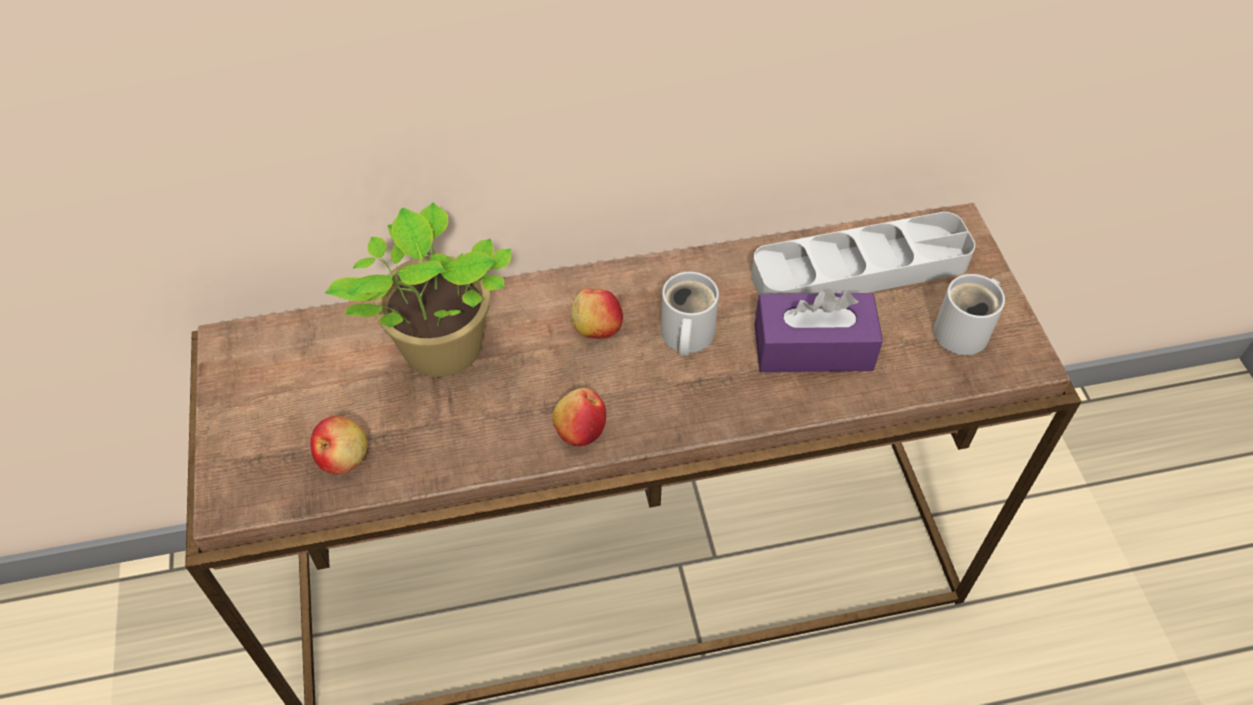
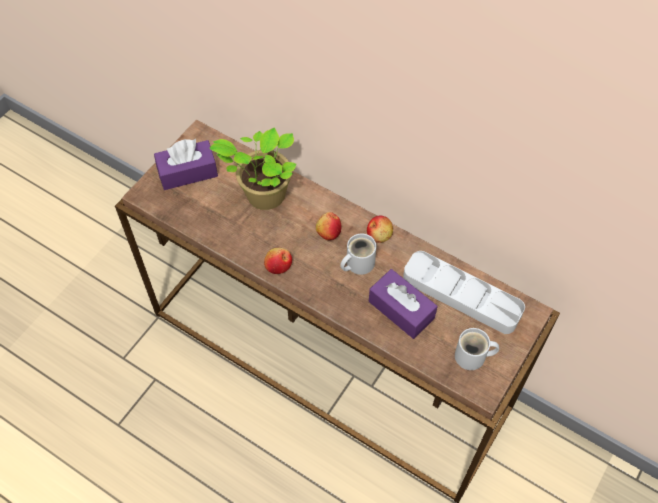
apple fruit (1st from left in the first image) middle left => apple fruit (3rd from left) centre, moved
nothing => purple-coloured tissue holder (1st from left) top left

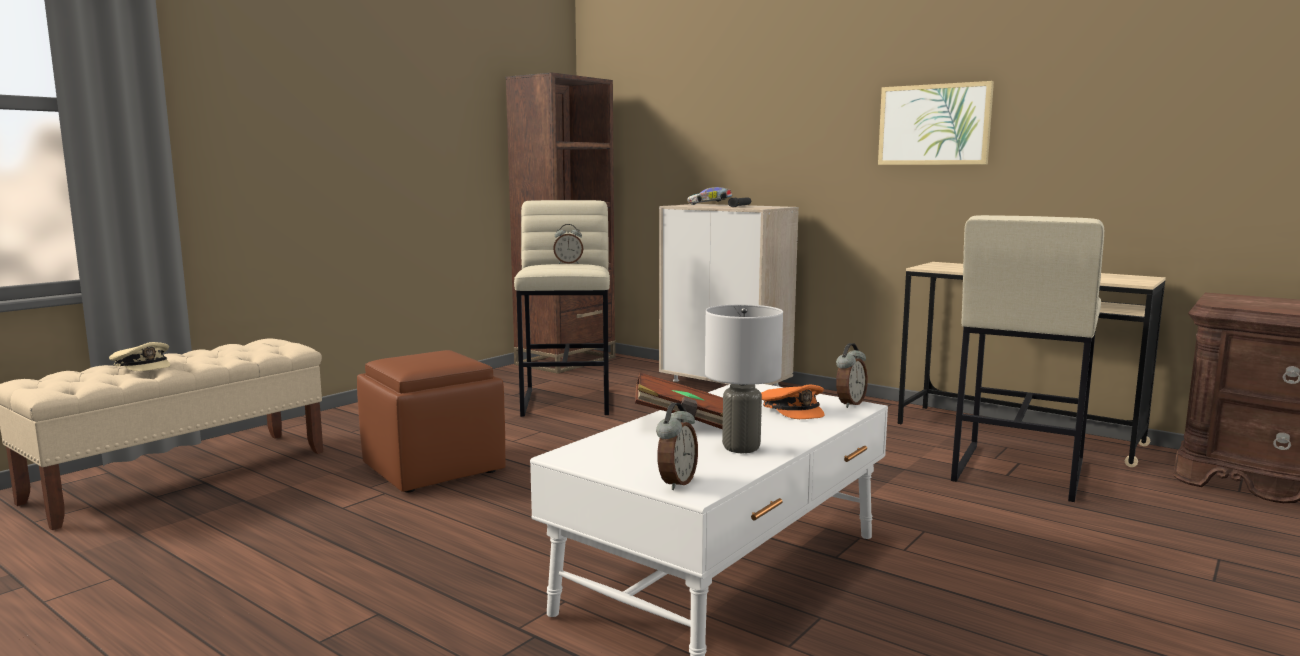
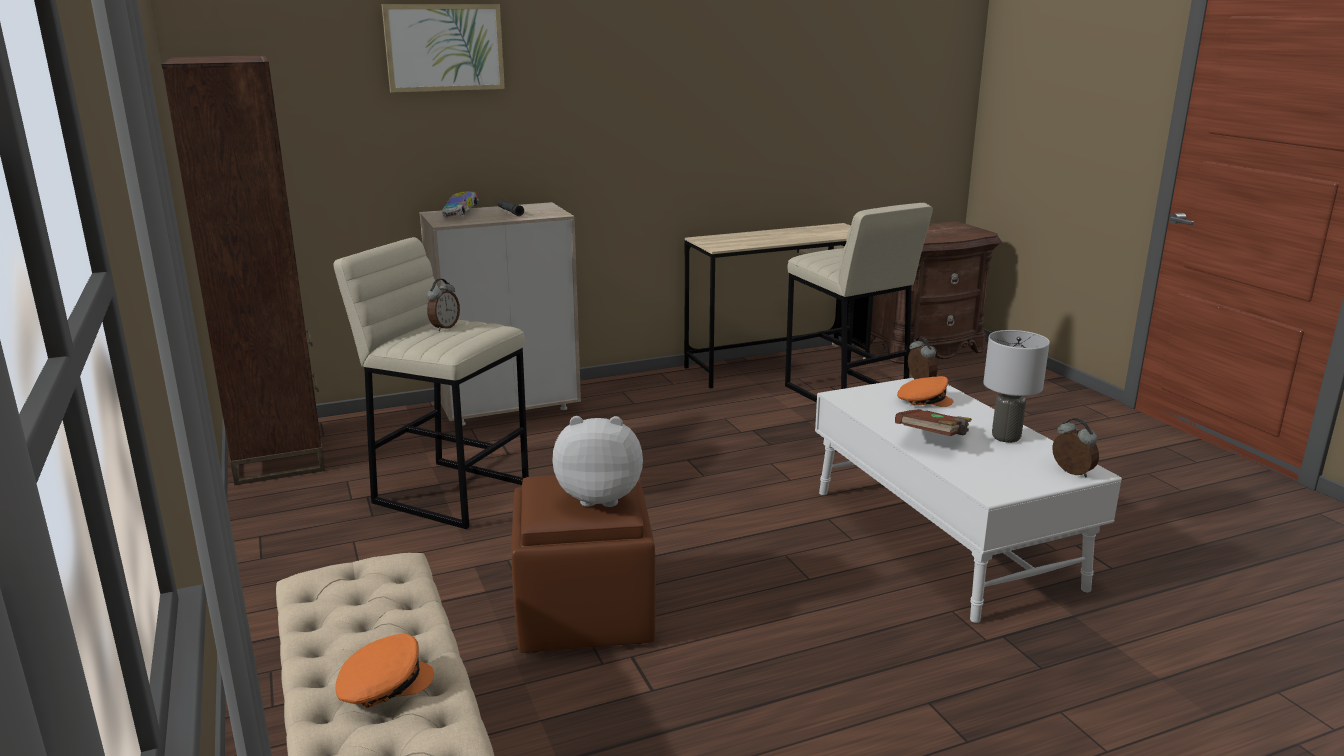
beige baseball cap middle left => orange-coloured baseball cap (1st from left) bottom left
picture top right => picture top left, moved
nothing => cuddly toy centre

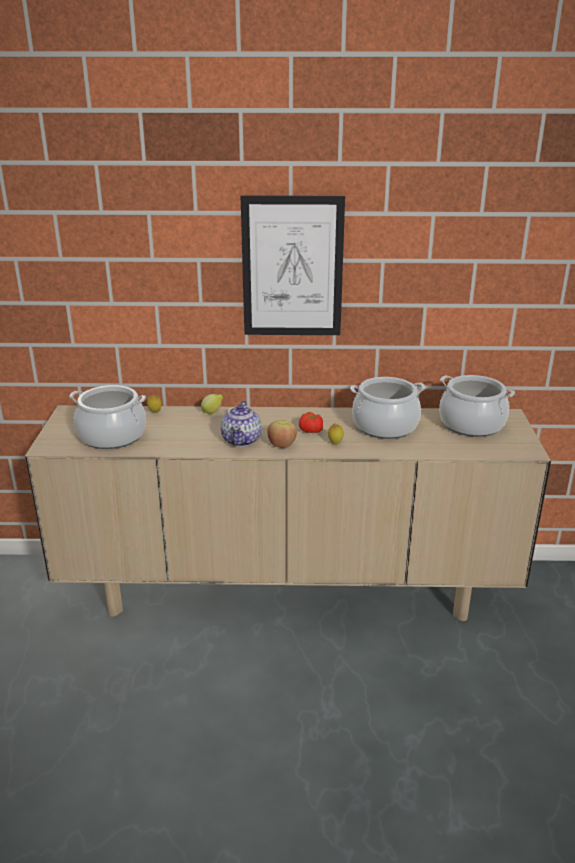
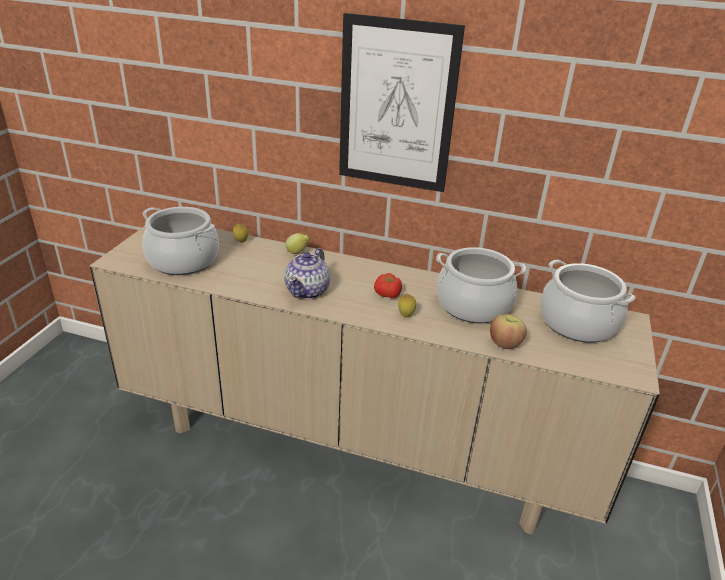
apple fruit centre => apple fruit middle right, moved

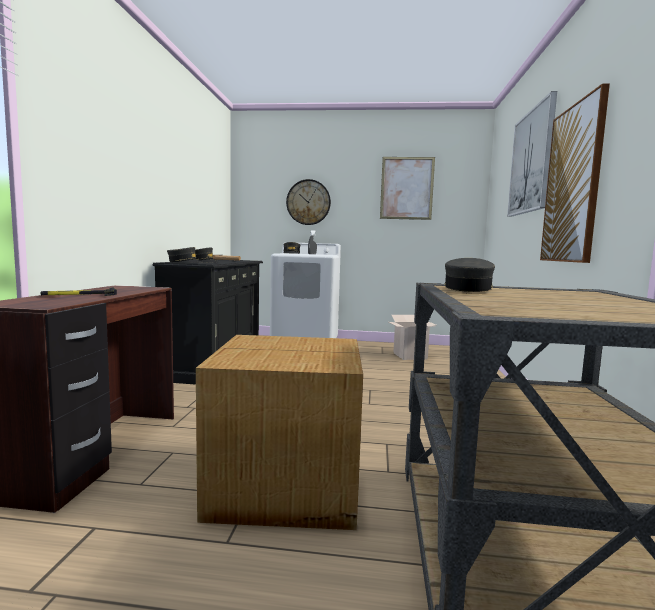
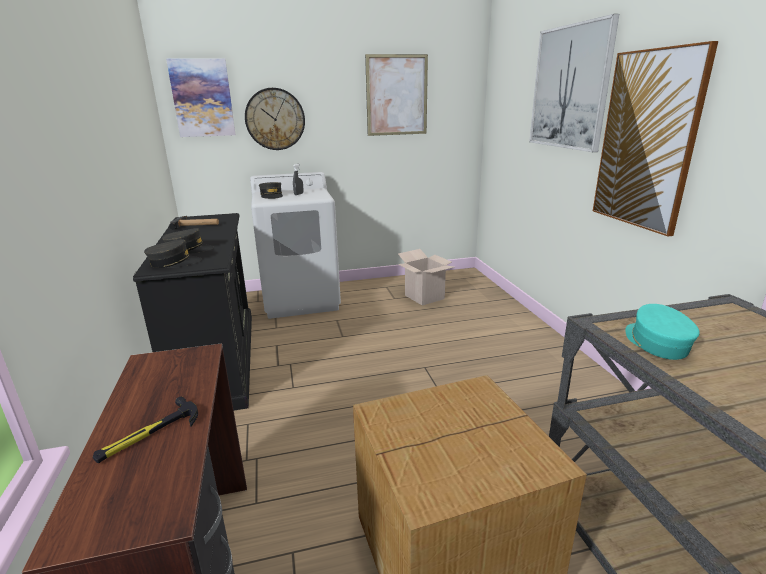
grey baseball cap (4th from left) middle right => turquoise-coloured baseball cap middle right
nothing => picture (1st from left) top left

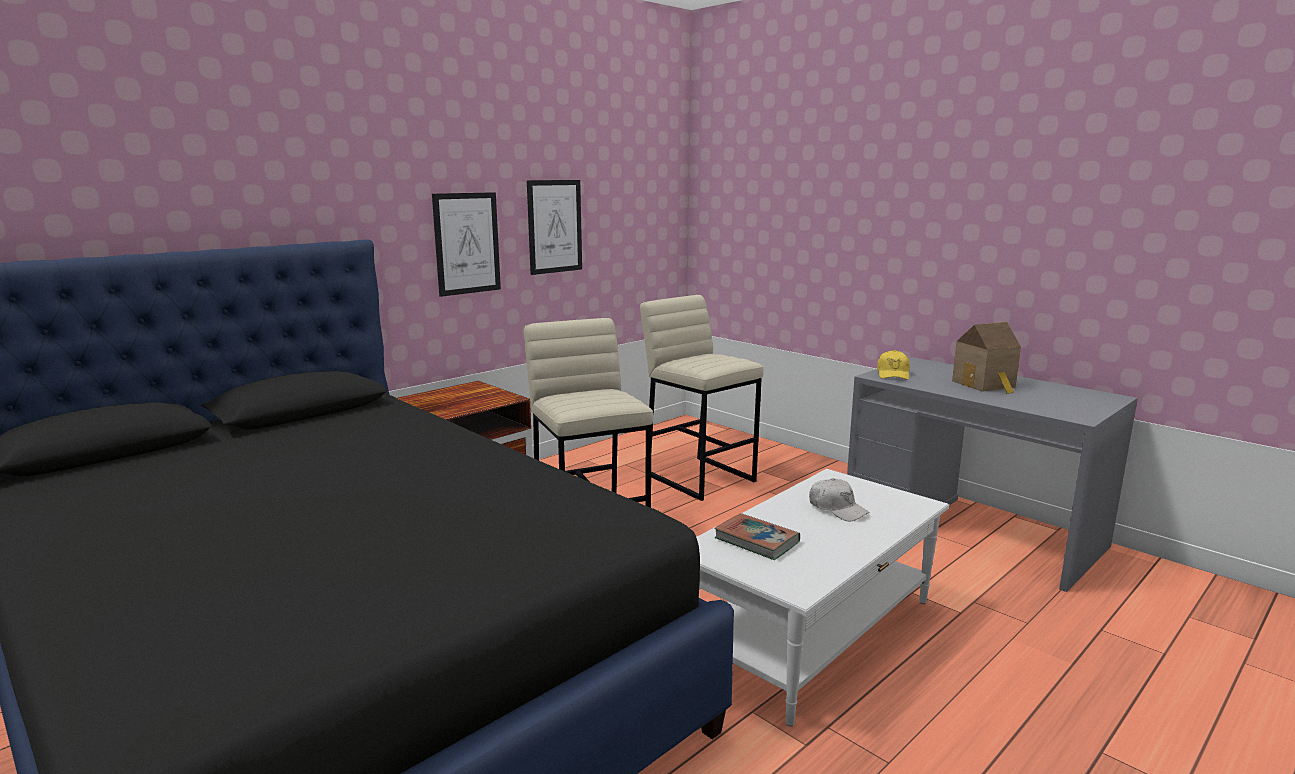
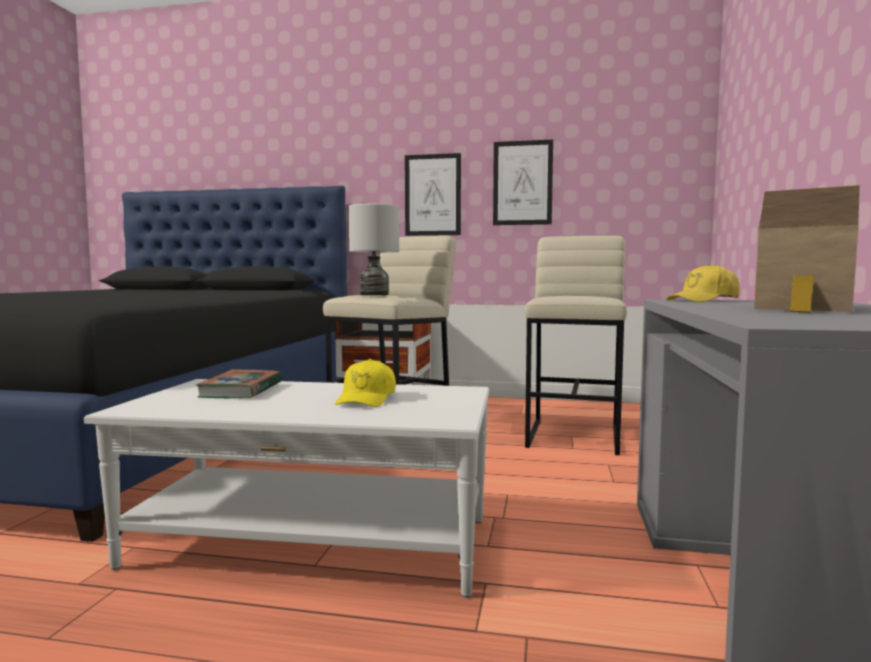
white-coloured baseball cap centre => yellow baseball cap (1st from left) centre
nothing => grey table lamp centre

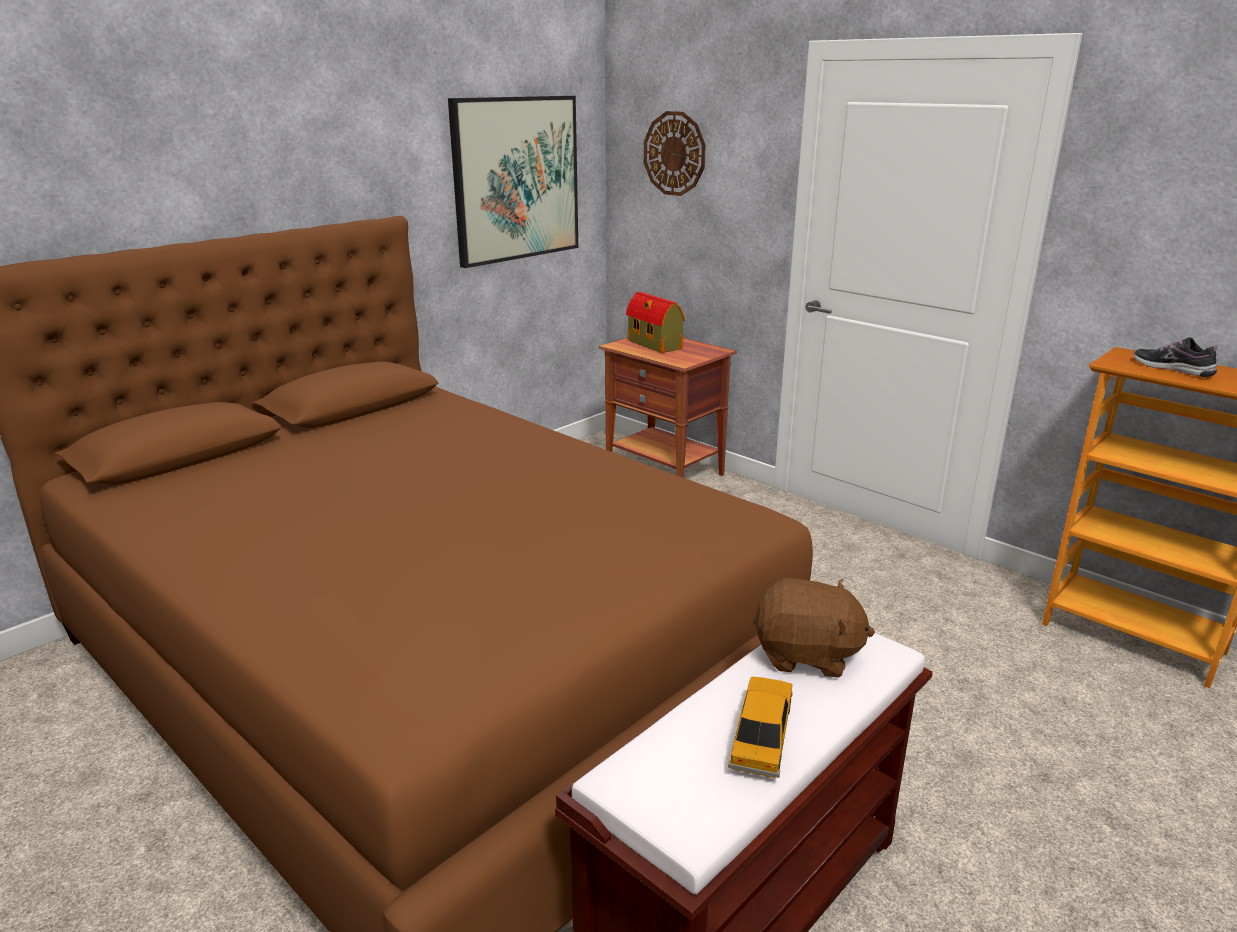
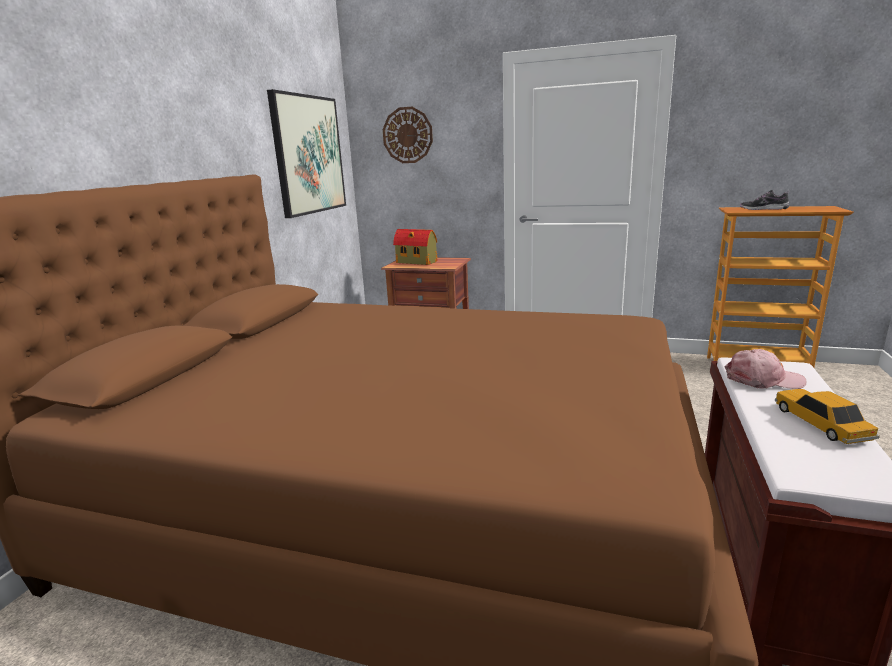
brown-coloured cuddly toy bottom centre => pinkish baseball cap middle right

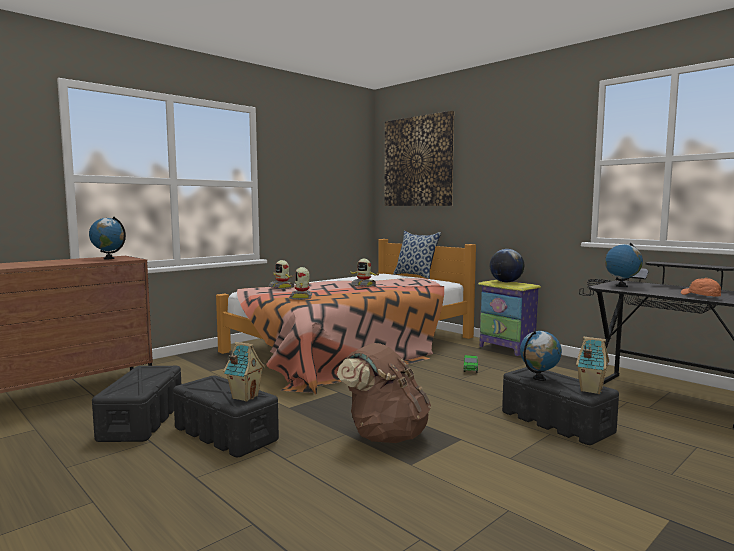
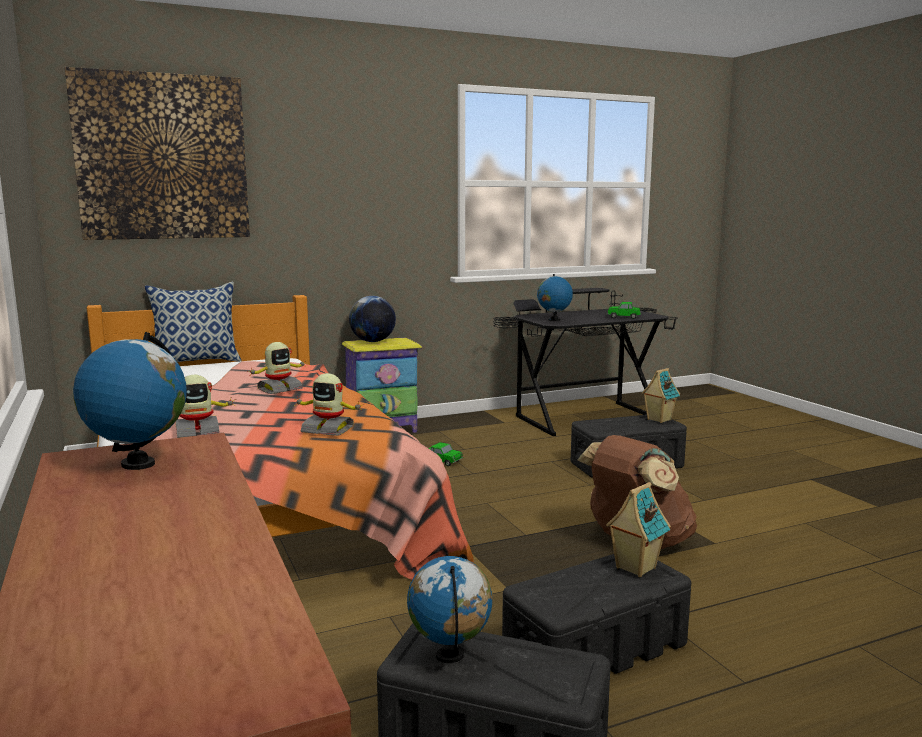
world globe (3rd from left) middle right => world globe (3rd from left) bottom centre, moved
orange-coloured baseball cap middle right => toy car (2nd from left) middle right

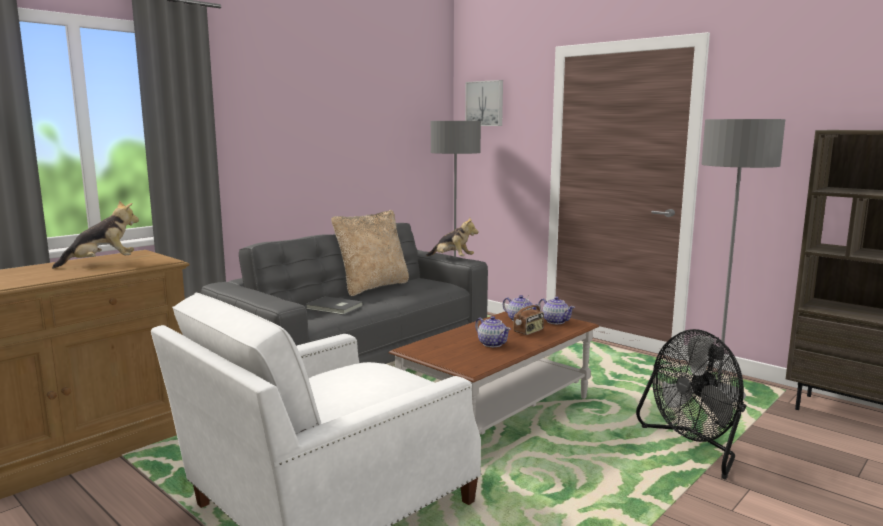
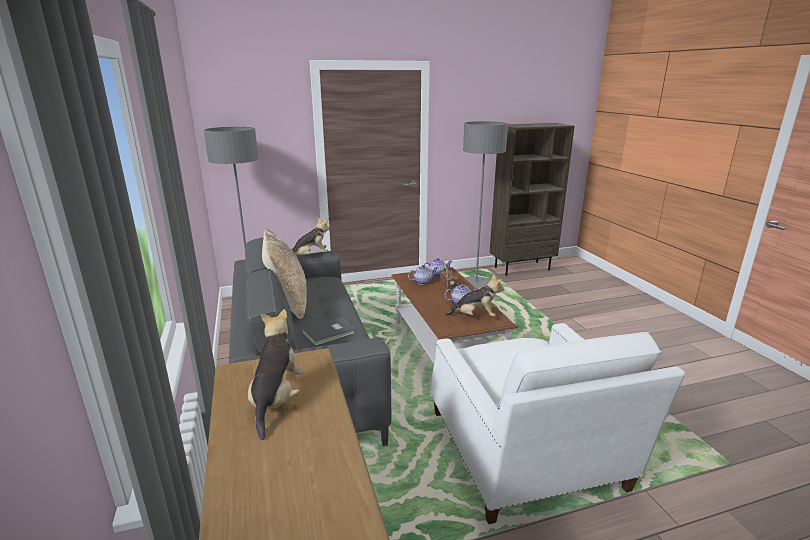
picture top centre => nothing
black-coloured electric fan bottom right => nothing
nothing => cuddly toy (3rd from left) centre

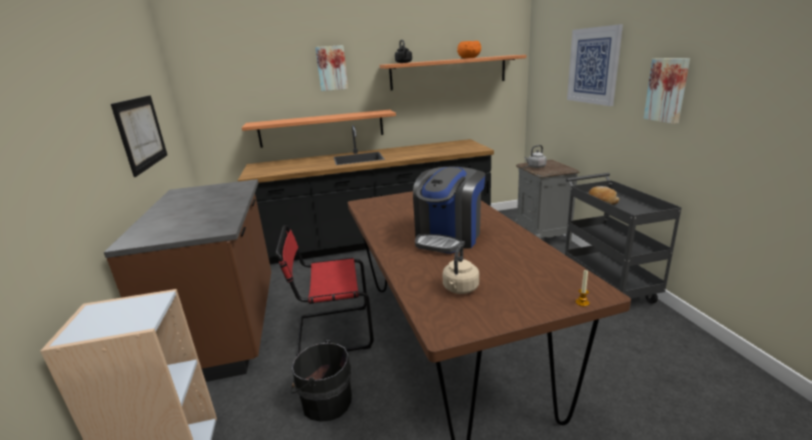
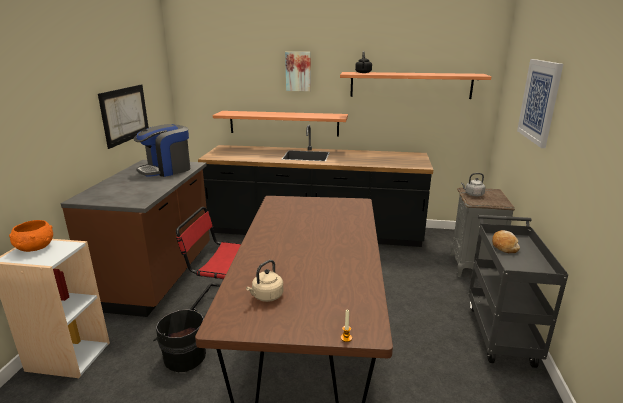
coffee machine centre => coffee machine middle left, moved
orange-coloured bowl top centre => orange-coloured bowl middle left, moved
picture (4th from left) top right => nothing

